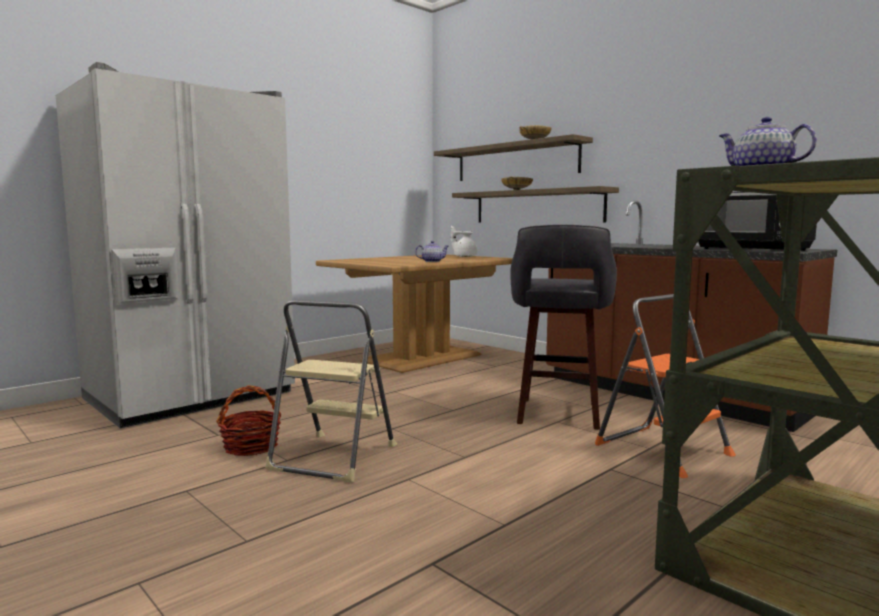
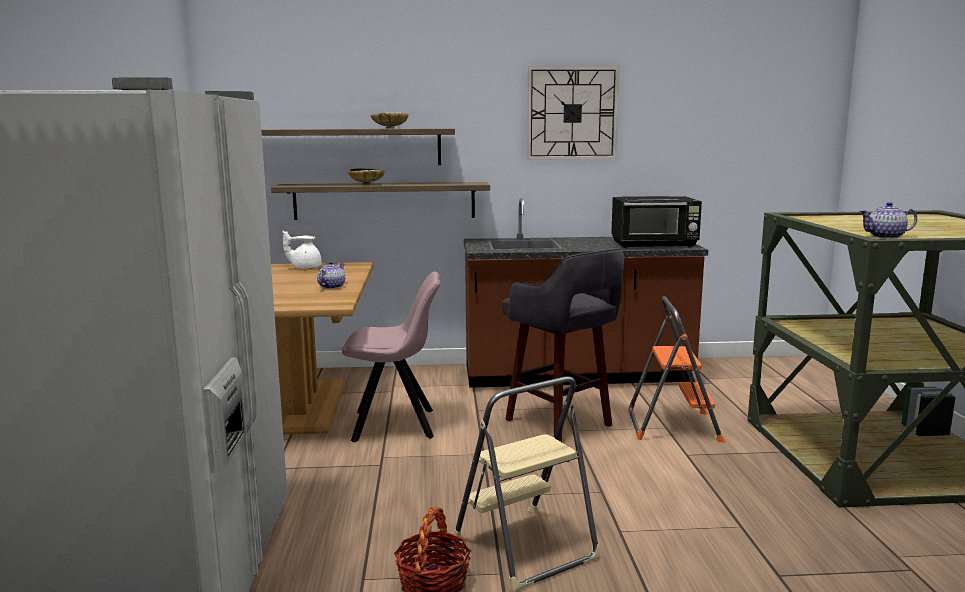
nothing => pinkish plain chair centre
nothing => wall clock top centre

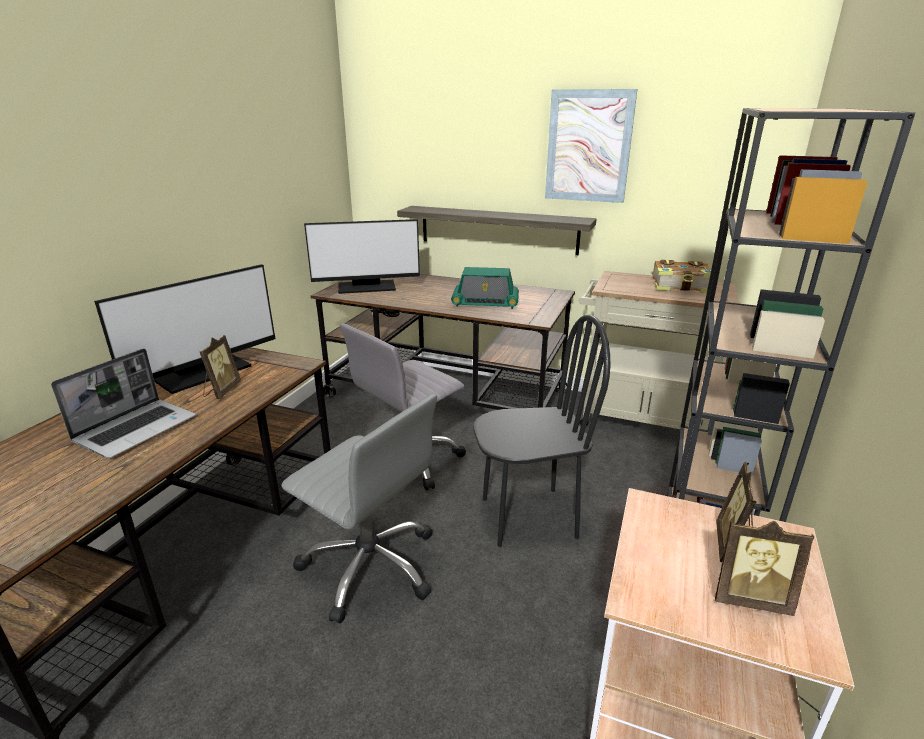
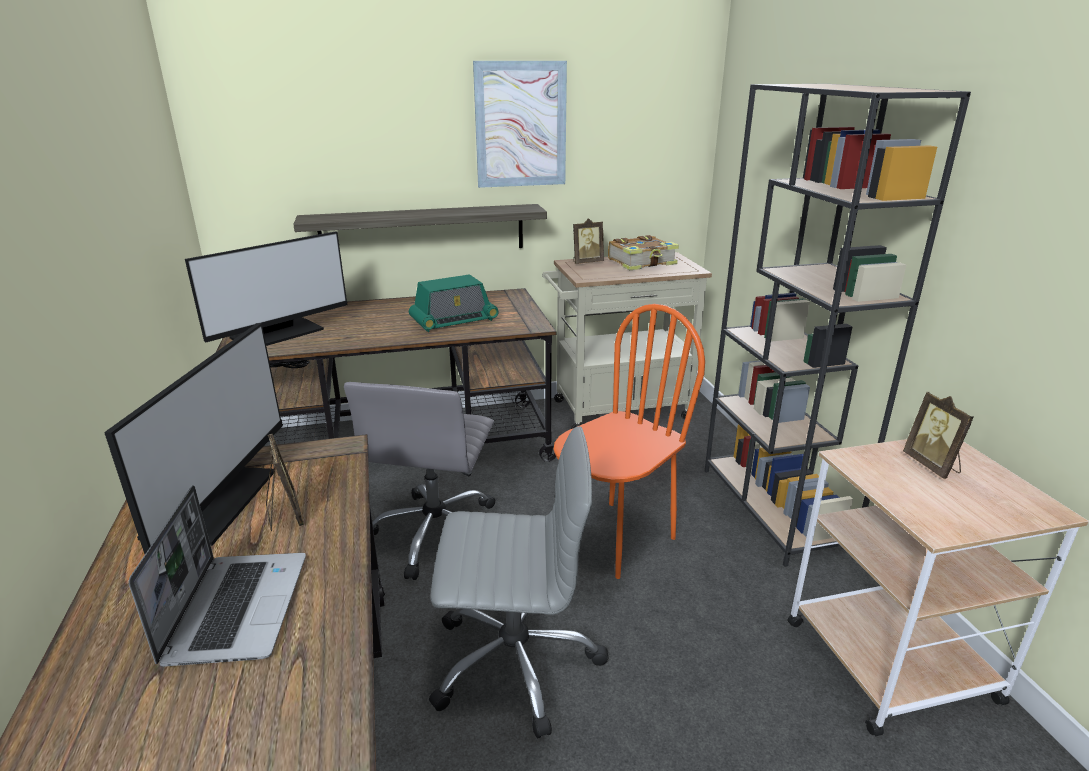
black-coloured plain chair centre => orange-coloured plain chair centre
picture frame (3rd from left in the first image) bottom right => picture frame (2nd from left) top centre, moved

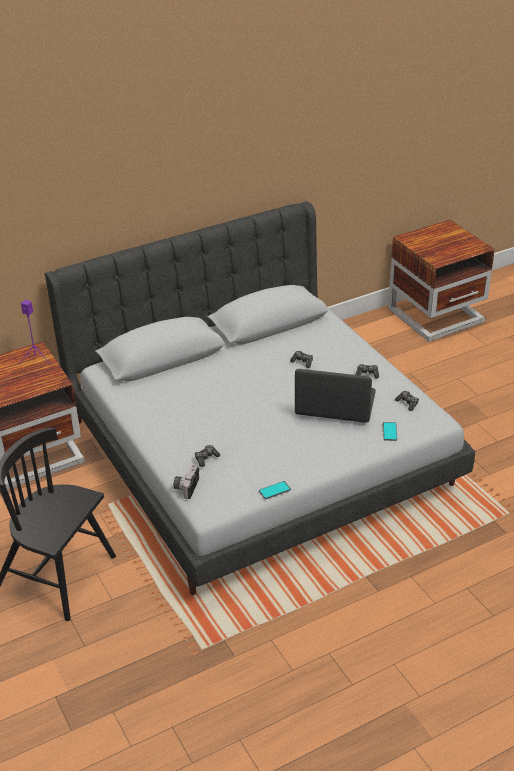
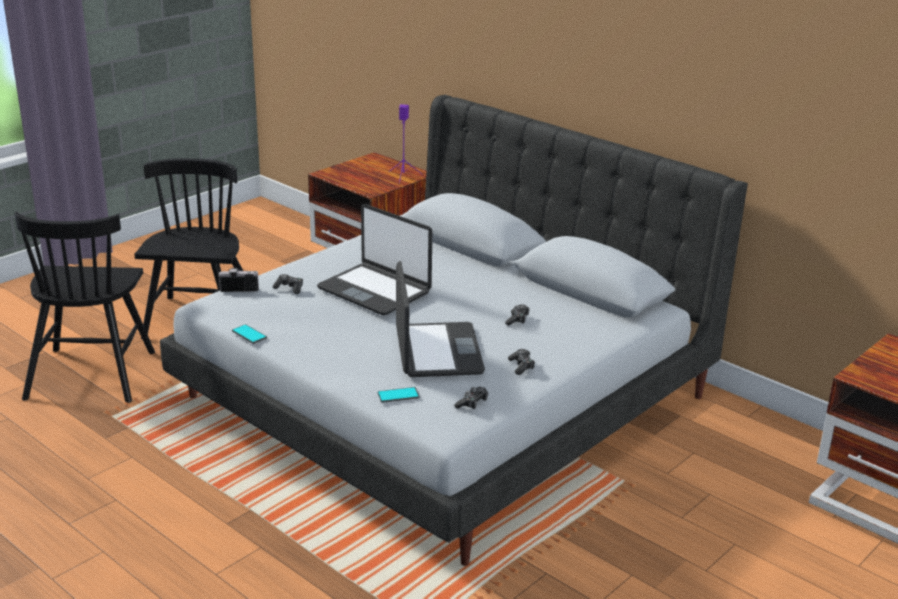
nothing => black-coloured plain chair (1st from left) middle left
nothing => notebook computer (1st from left) centre

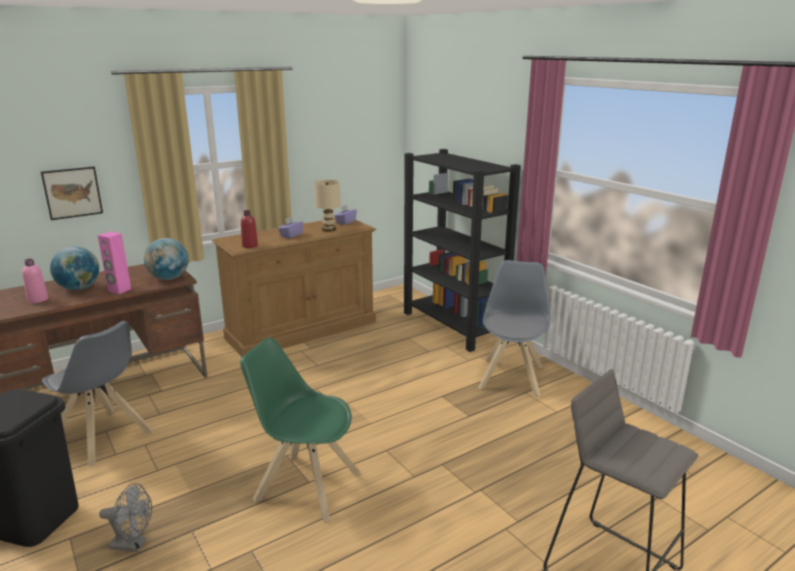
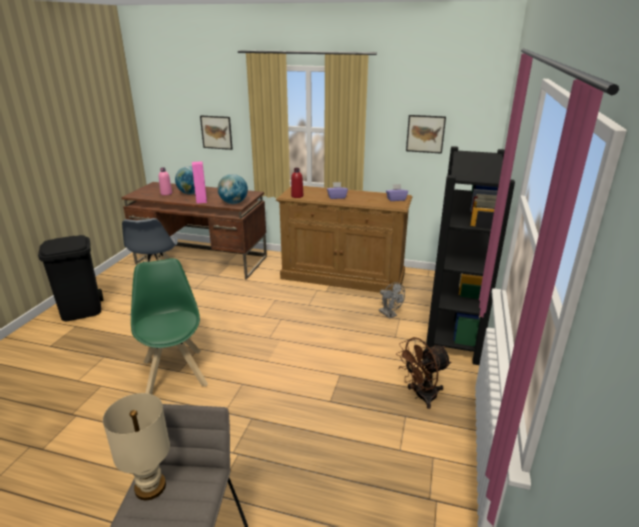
grey electric fan bottom left => grey electric fan centre, moved
beige table lamp centre => beige table lamp bottom left, moved
grey plain chair (2nd from left) centre => brown-coloured electric fan bottom centre
nothing => picture (2nd from left) top right

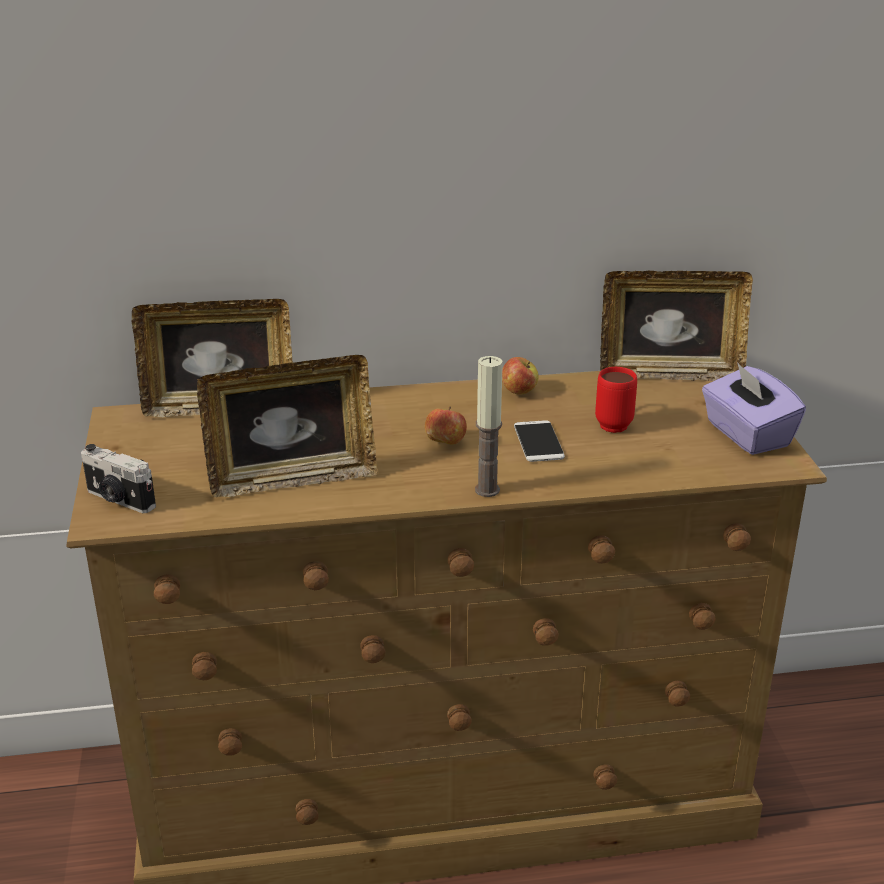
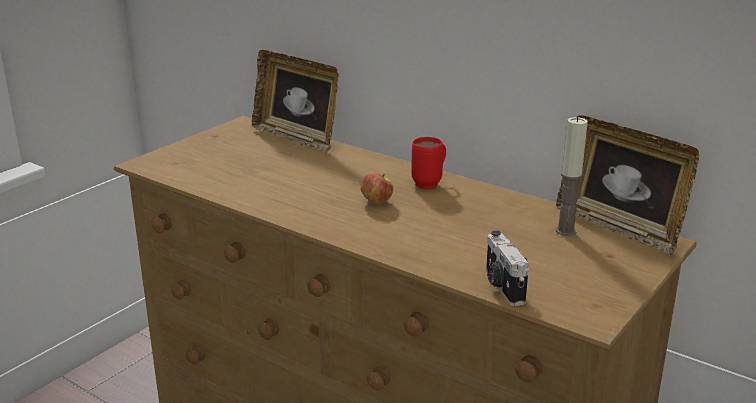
photo camera middle left => photo camera middle right, moved
picture frame (2nd from left) middle left => nothing
wax light centre => wax light middle right, moved
apple fruit (2nd from left) centre => nothing
phone centre => nothing
red mug middle right => red mug centre, moved
purple-coloured tissue holder middle right => nothing

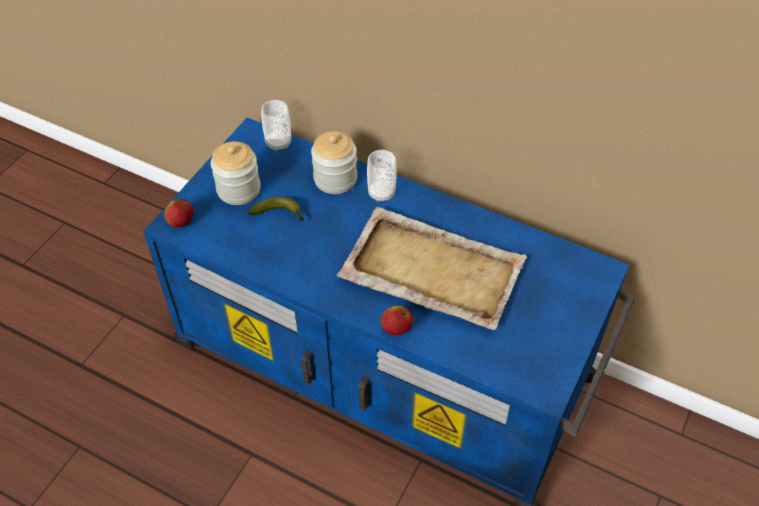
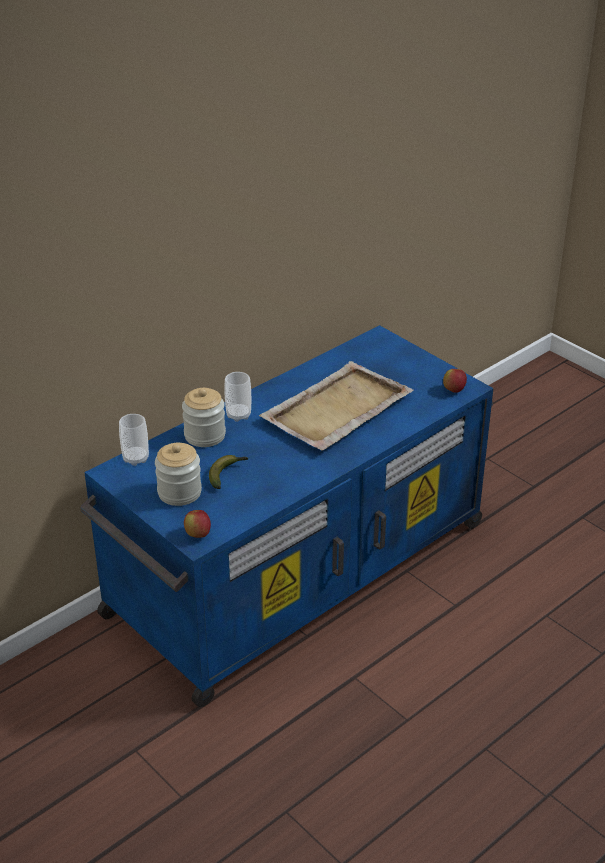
apple fruit (2nd from left) centre => apple fruit (2nd from left) middle right, moved

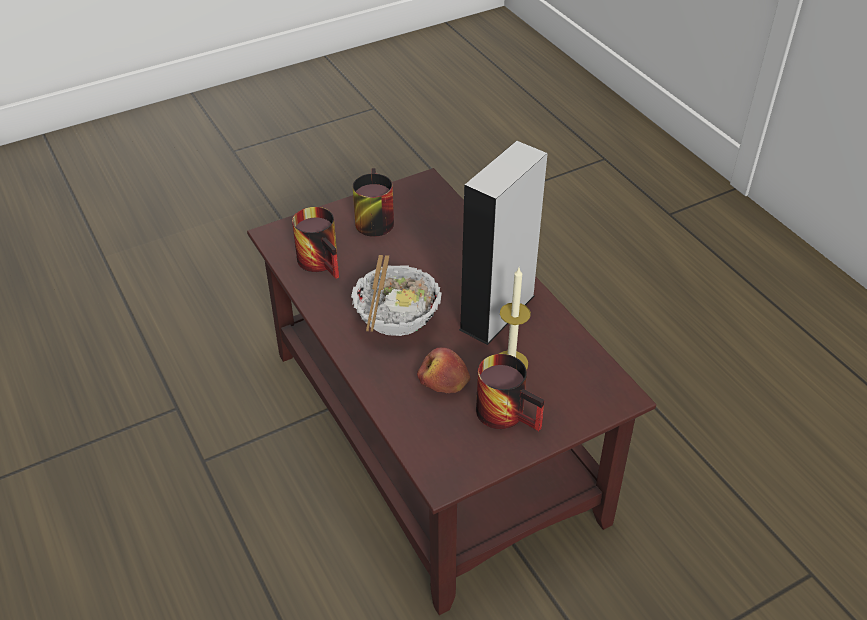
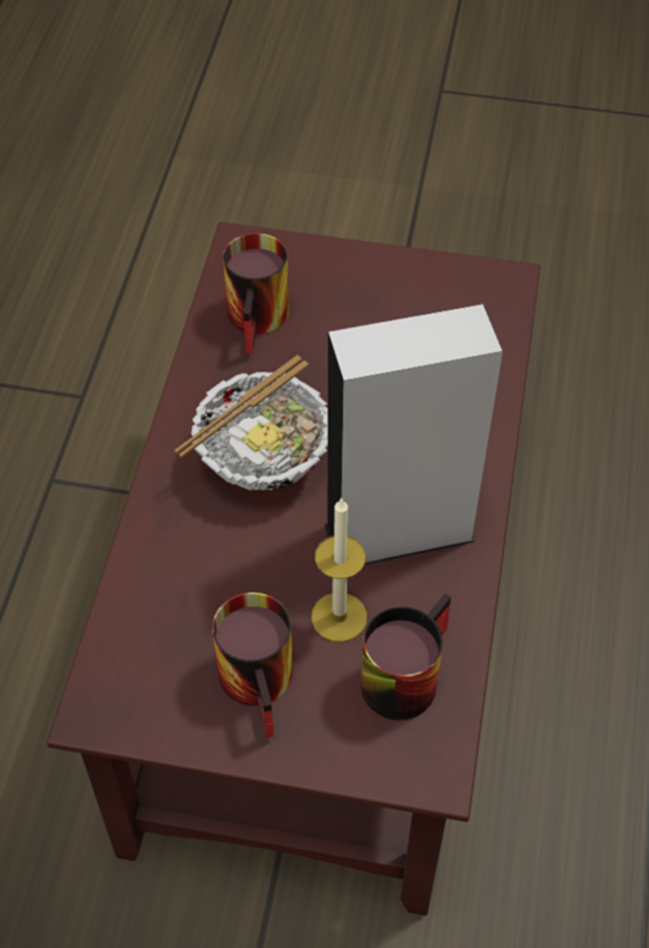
mug (2nd from left in the first image) top centre => mug (3rd from left) bottom centre, moved
apple fruit centre => nothing

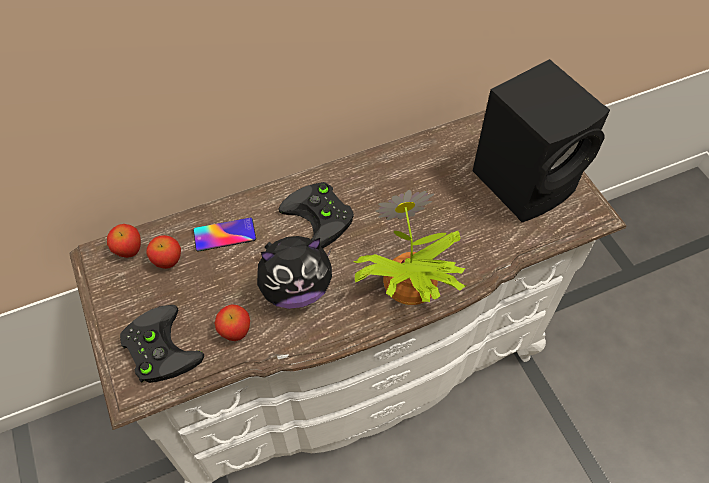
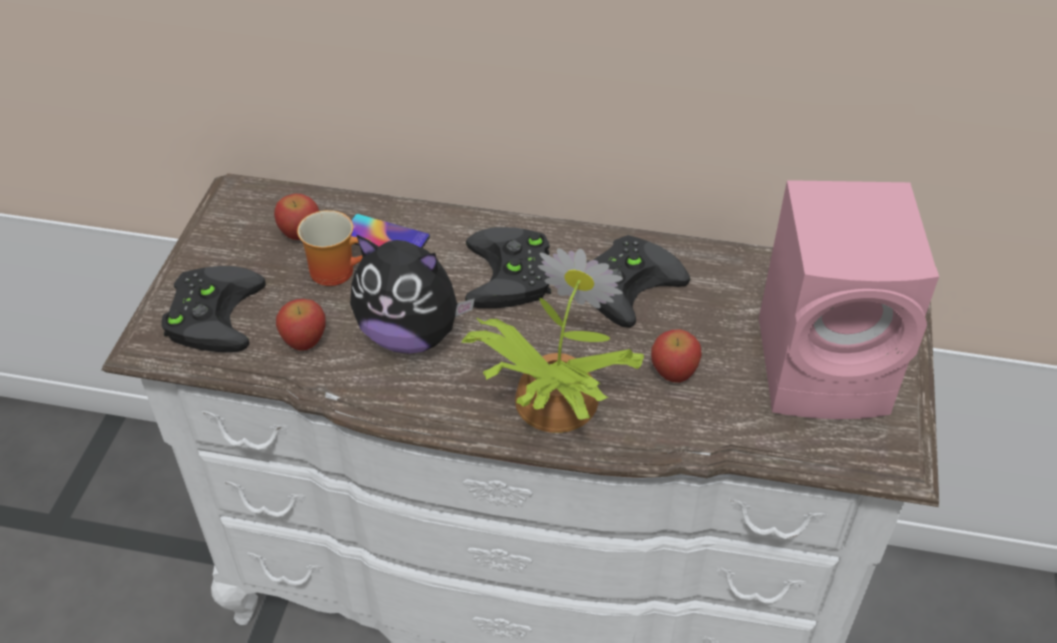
apple fruit (1st from left in the first image) middle left => apple fruit (3rd from left) centre, moved
black-coloured audio speaker top right => pinkish audio speaker middle right
nothing => mug middle left
nothing => black-coloured joypad (3rd from left) centre

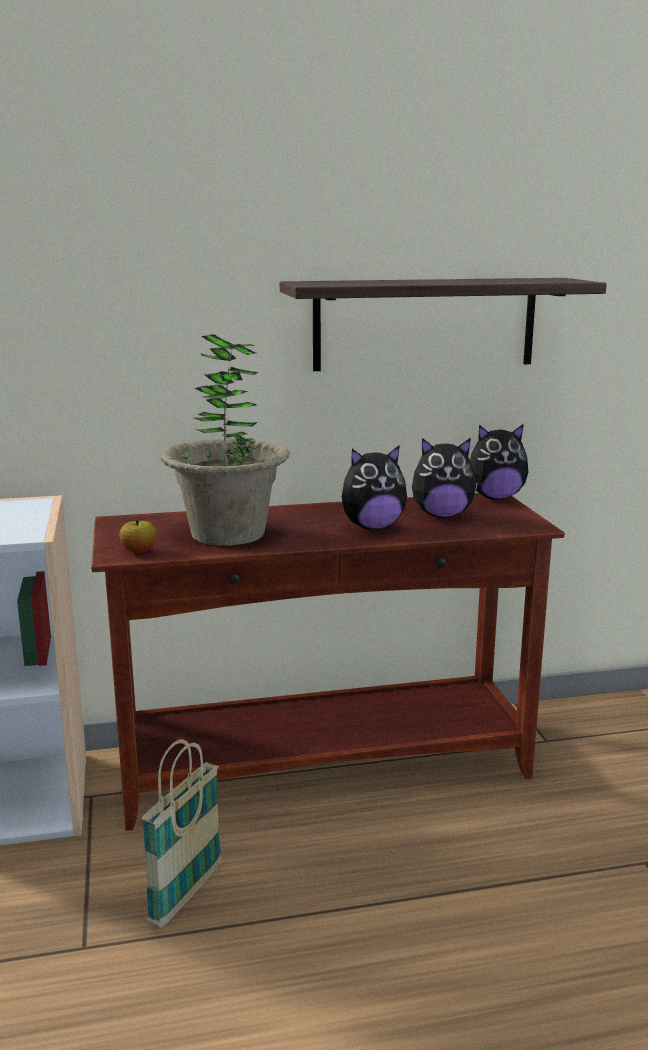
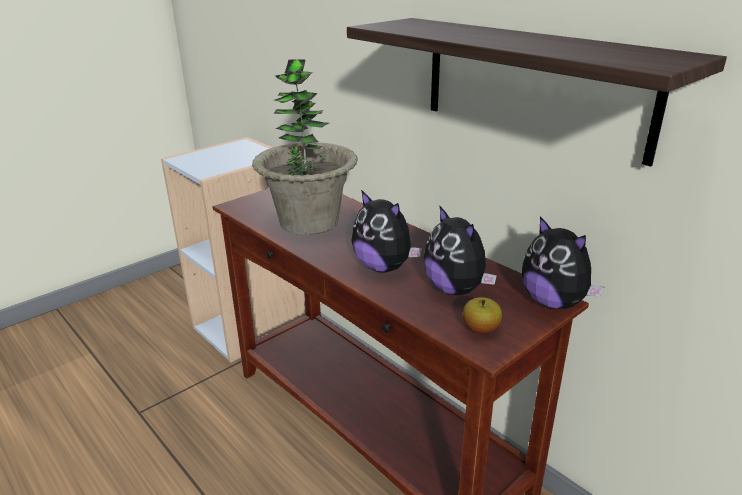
apple fruit middle left => apple fruit centre, moved
household basket bottom left => nothing

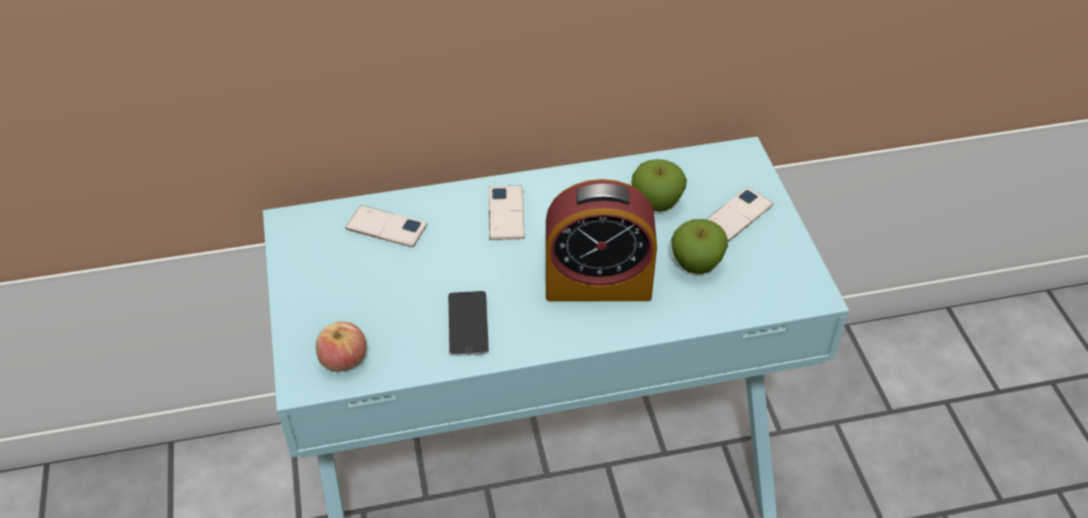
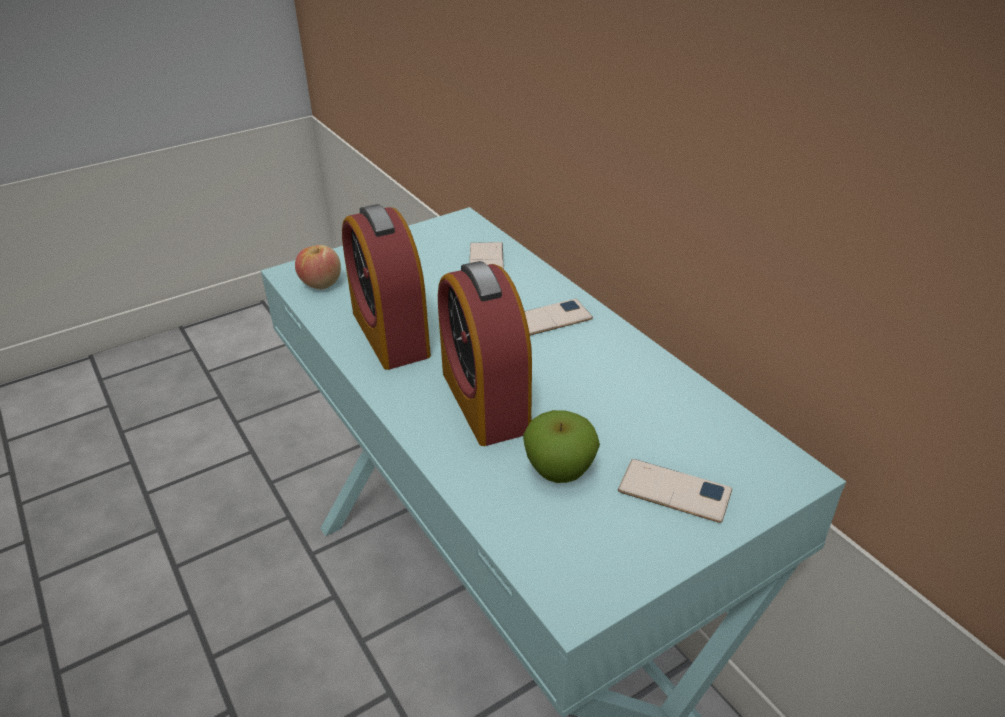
phone (2nd from left) centre => alarm clock (1st from left) centre
apple fruit (2nd from left) centre => nothing

